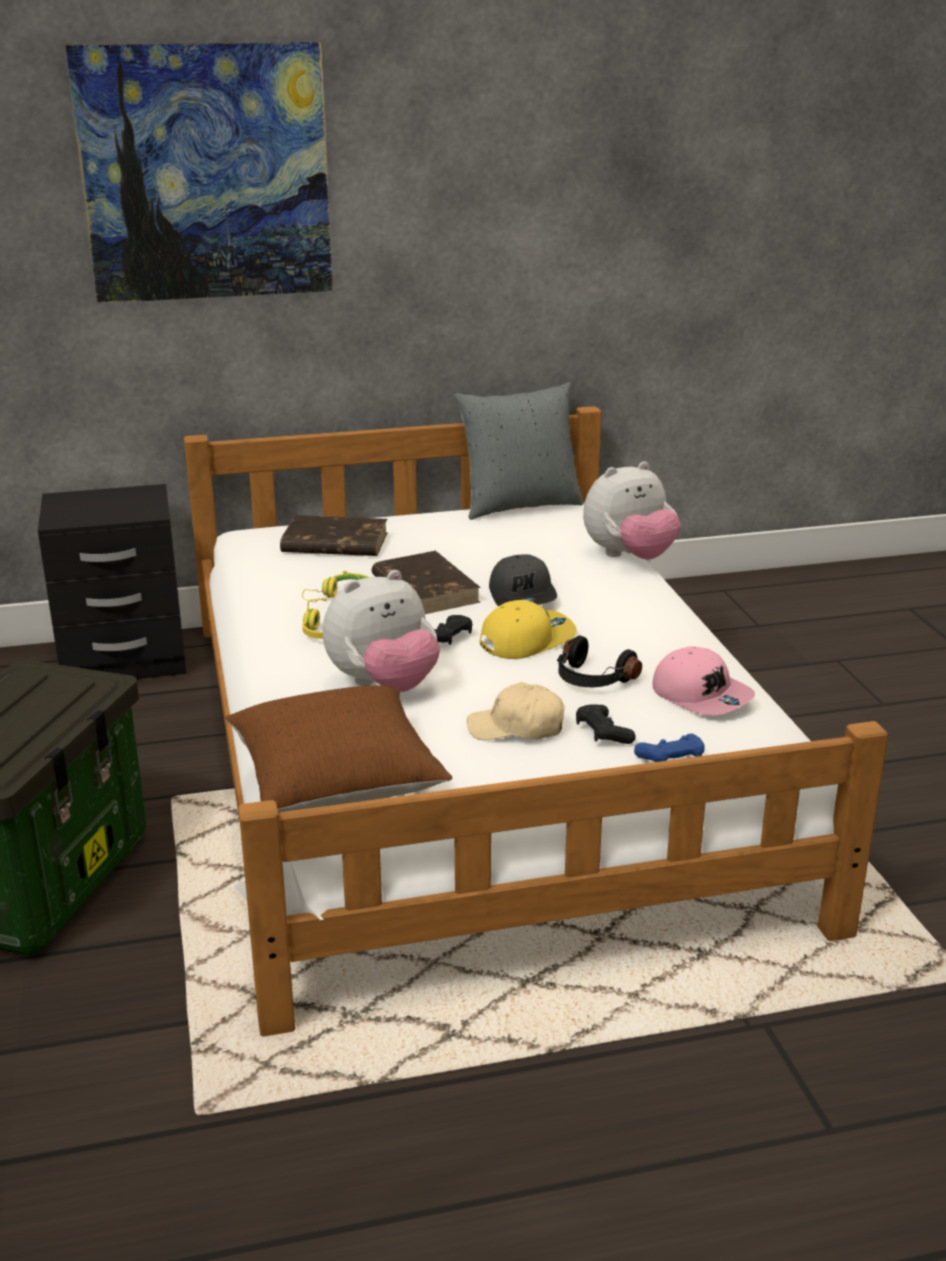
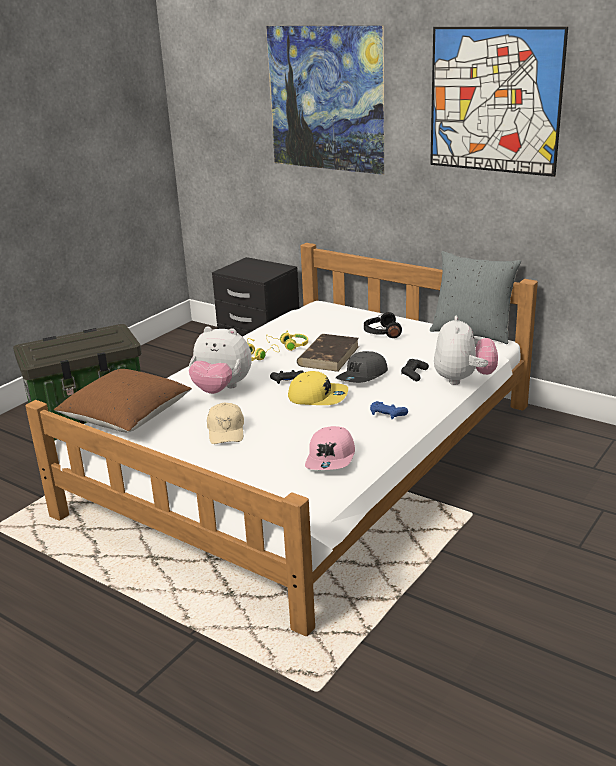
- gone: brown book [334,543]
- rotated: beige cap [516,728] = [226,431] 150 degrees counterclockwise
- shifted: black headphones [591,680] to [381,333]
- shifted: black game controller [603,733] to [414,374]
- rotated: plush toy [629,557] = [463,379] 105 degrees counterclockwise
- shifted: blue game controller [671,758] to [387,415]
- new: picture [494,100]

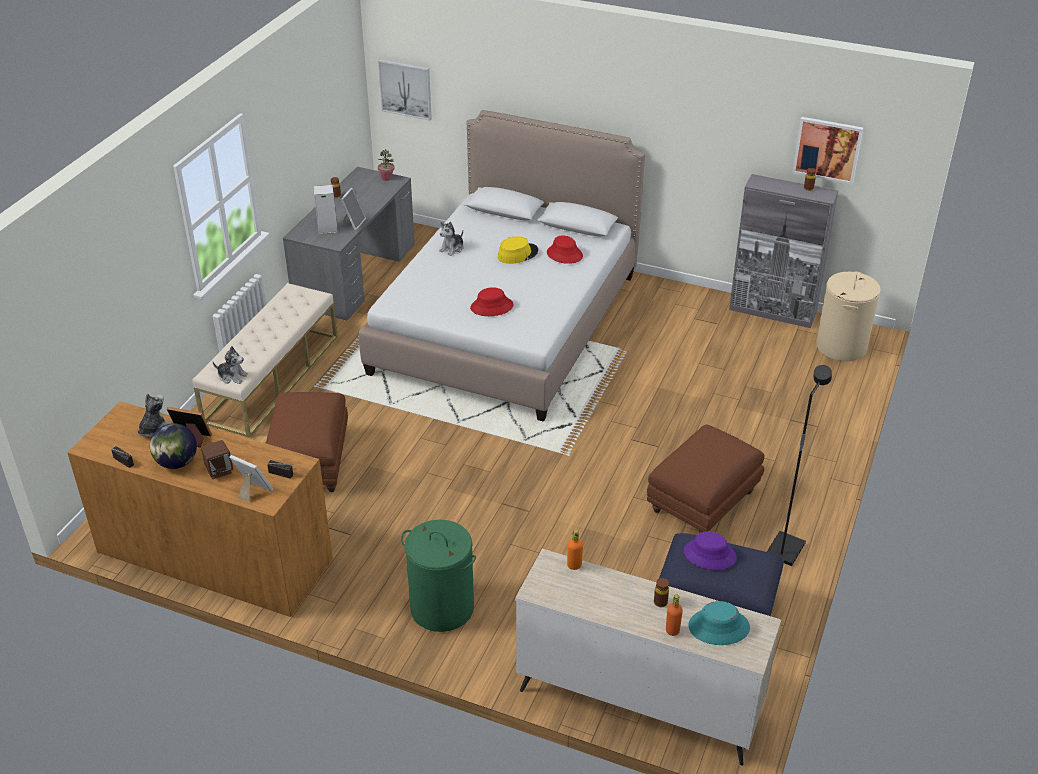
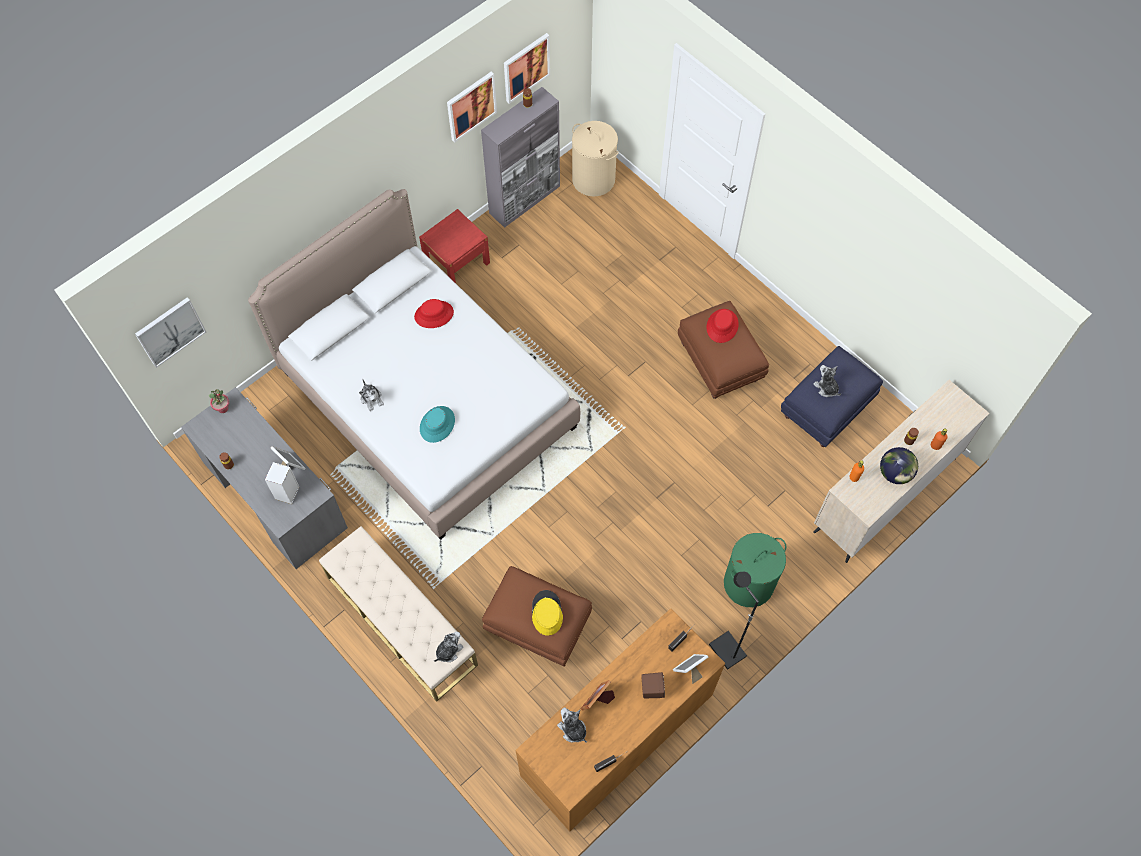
- shifted: globe [176,463] to [895,473]
- shifted: red hat [491,307] to [722,326]
- shifted: yellow hat [517,254] to [546,613]
- swapped: purple hat [709,555] to plush toy [826,388]
- shifted: turquoise hat [719,627] to [437,424]
- shifted: black floor lamp [784,549] to [726,650]
- new: red nightstand [457,263]
- new: picture [471,106]

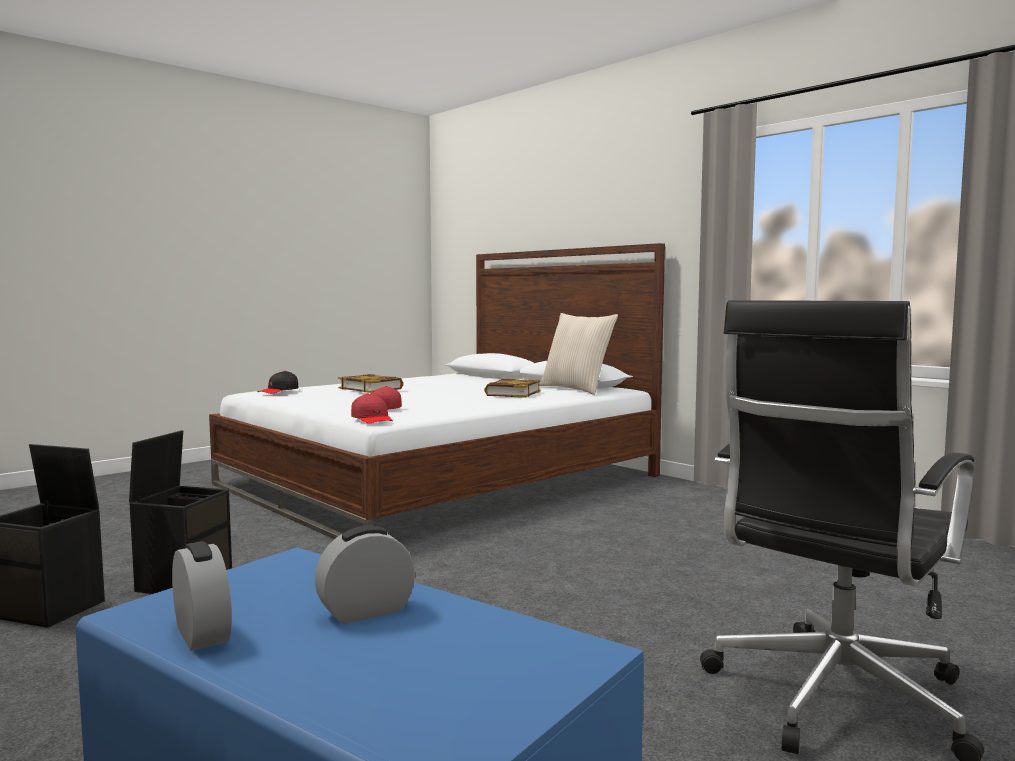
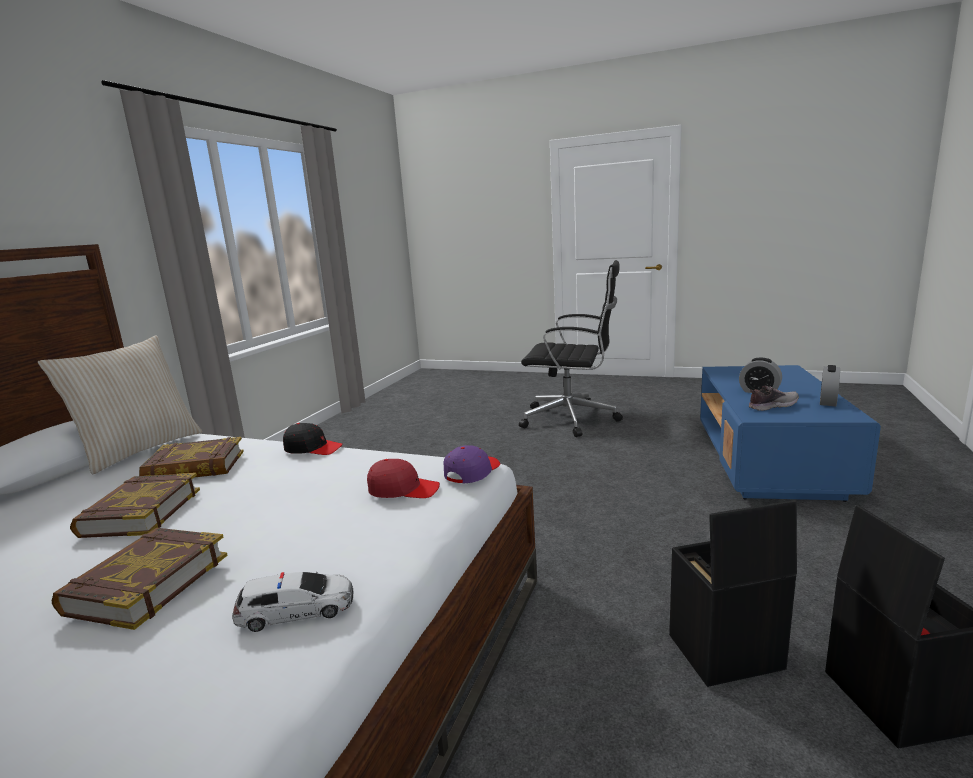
- shifted: black cap [279,391] to [313,448]
- repainted: red cap [372,419] to purple cap [472,472]
- new: book [140,512]
- new: toy car [297,610]
- new: shoe [771,406]

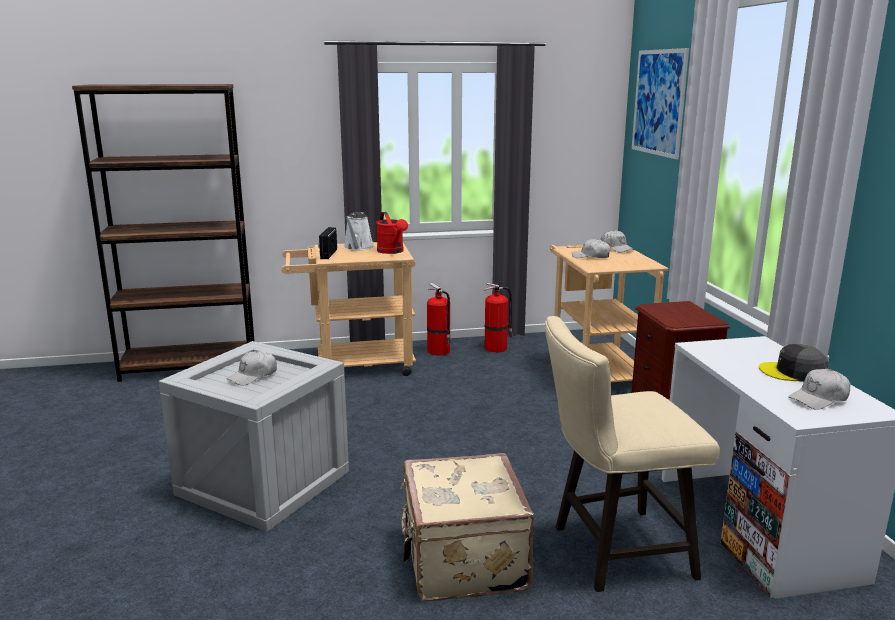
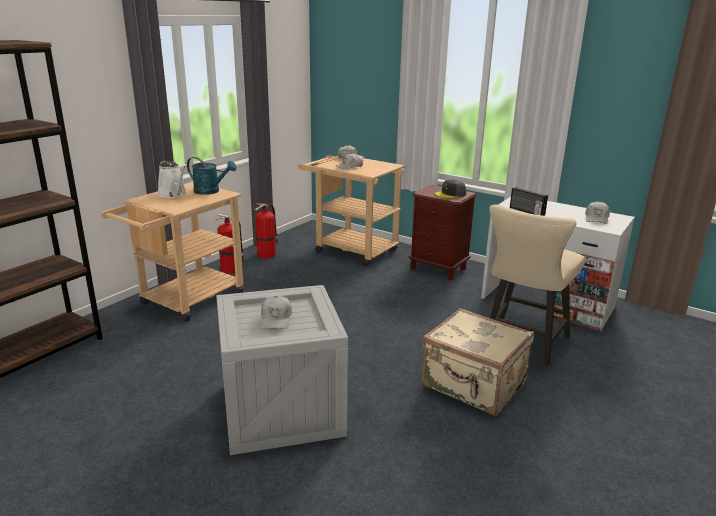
- shifted: radio [328,254] to [526,211]
- repainted: red watering can [392,251] to turquoise watering can [211,191]
- gone: picture [658,102]
- shifted: grey cap [793,372] to [450,194]

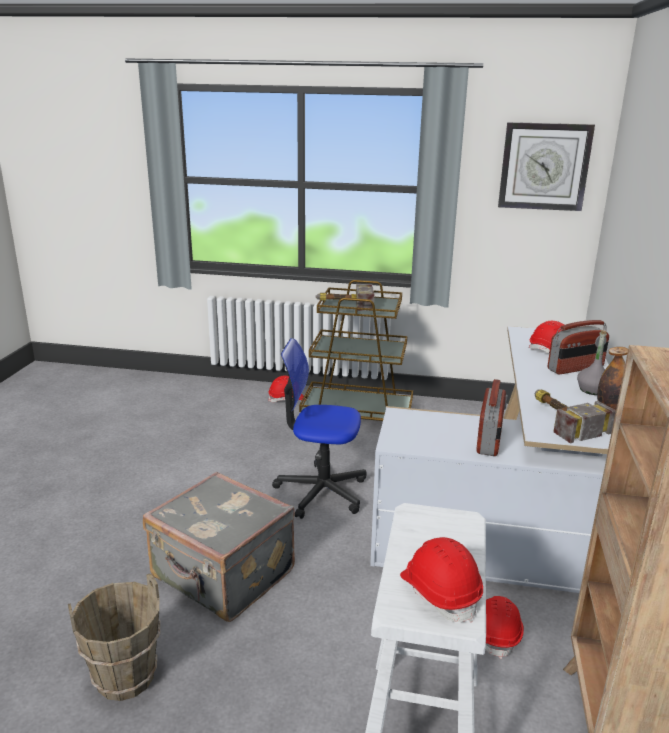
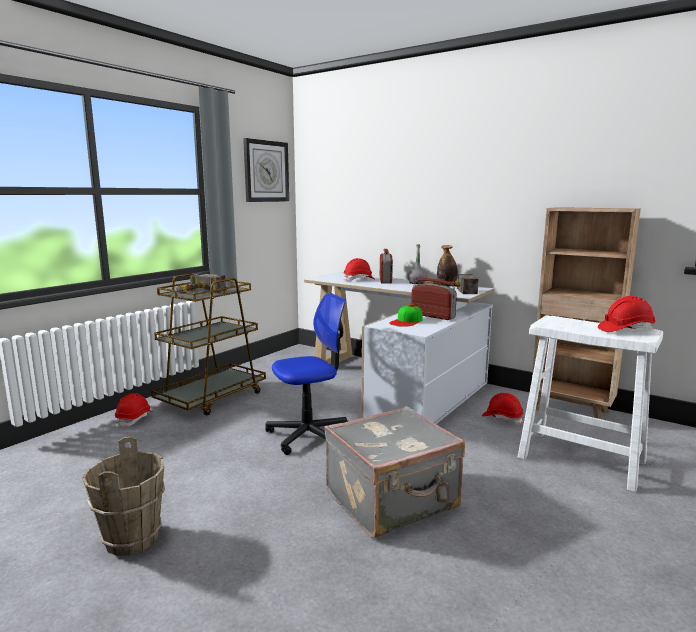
- shifted: brown bucket [126,677] to [133,538]
- rotated: office chair [321,491] = [309,435] 150 degrees counterclockwise
- new: cap [406,321]

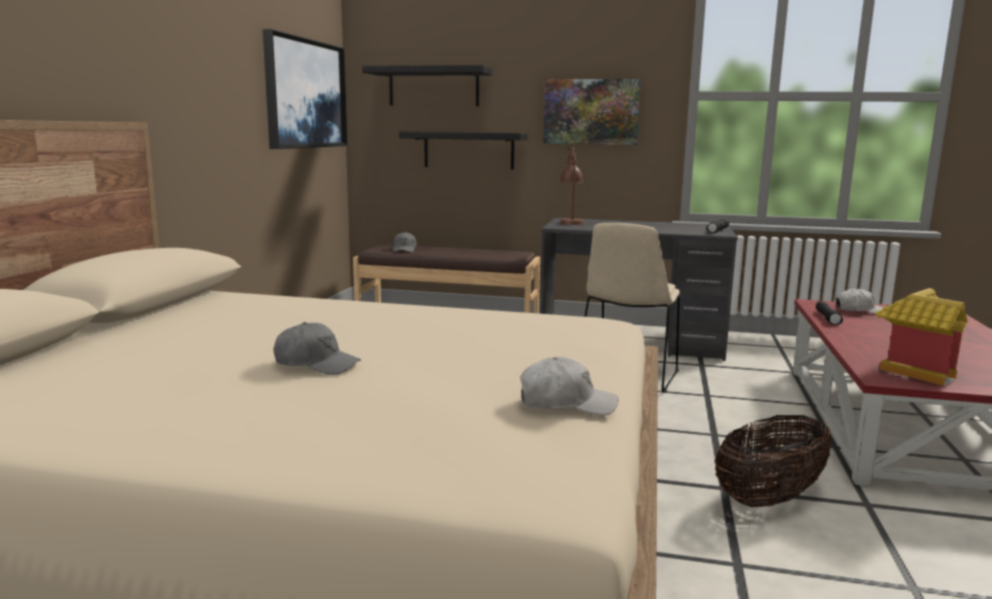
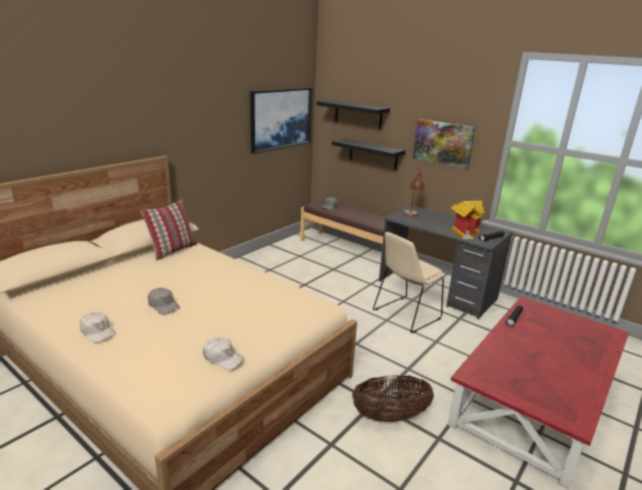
- shifted: white cap [860,311] to [98,332]
- shifted: toy house [911,370] to [464,232]
- new: pillow [172,250]

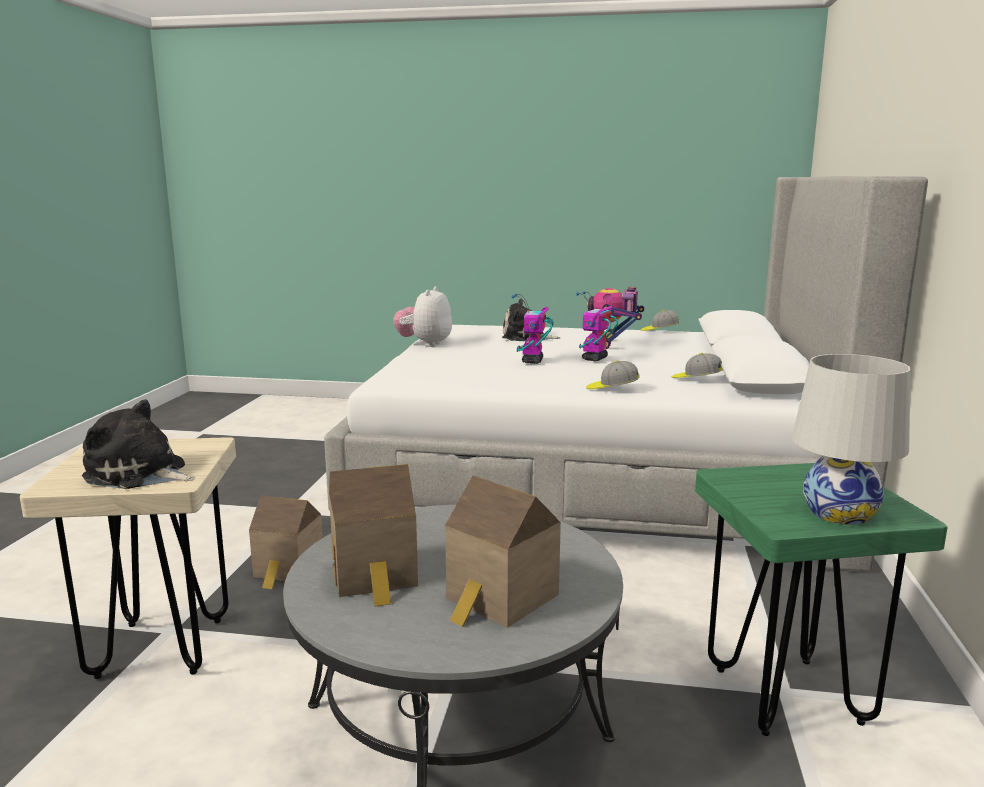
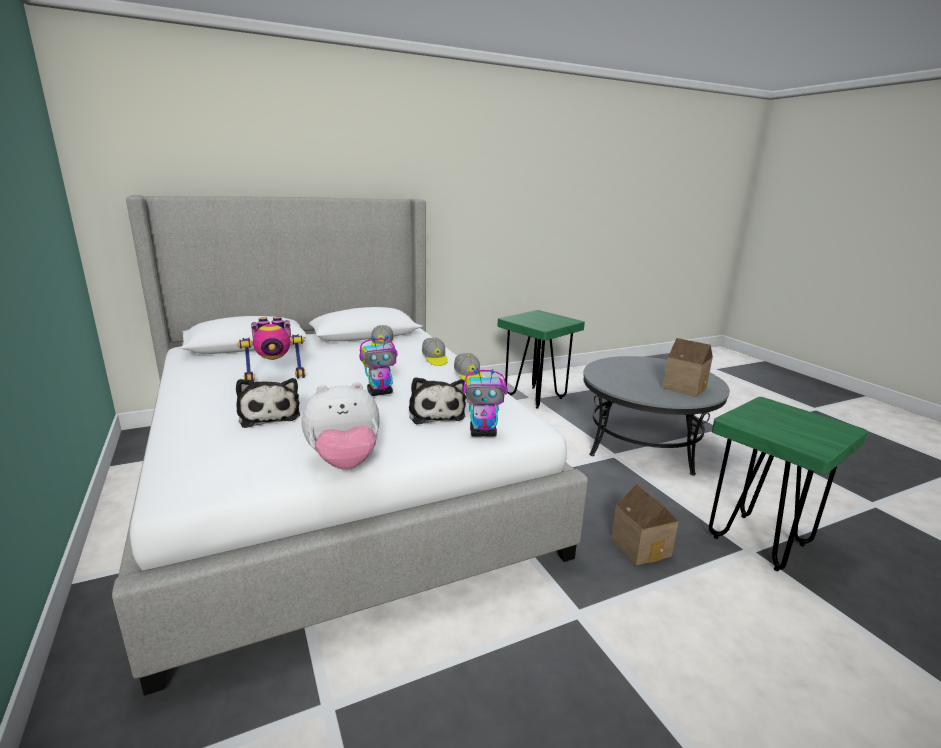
- repainted: beige stool [161,647] to green stool [758,541]
- shifted: plush toy [139,474] to [436,413]
- gone: toy house [500,599]
- shifted: toy robot [594,359] to [483,433]
- shifted: cap [659,330] to [468,377]
- gone: white table lamp [839,513]

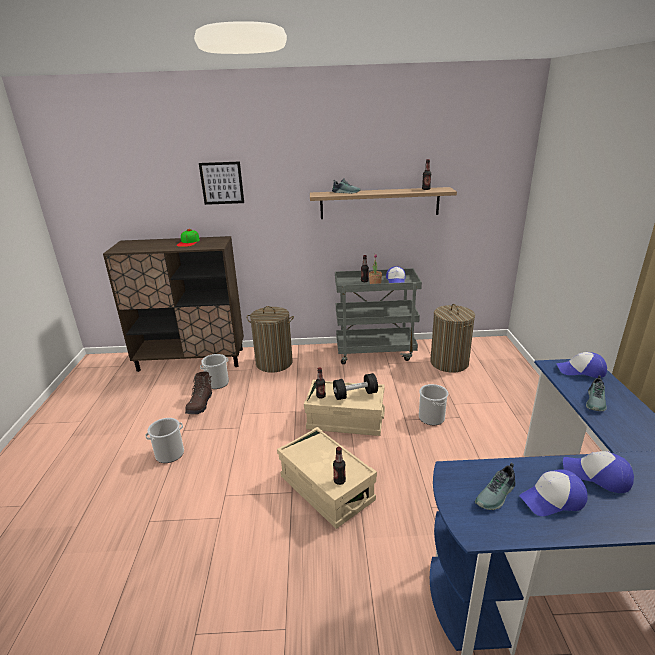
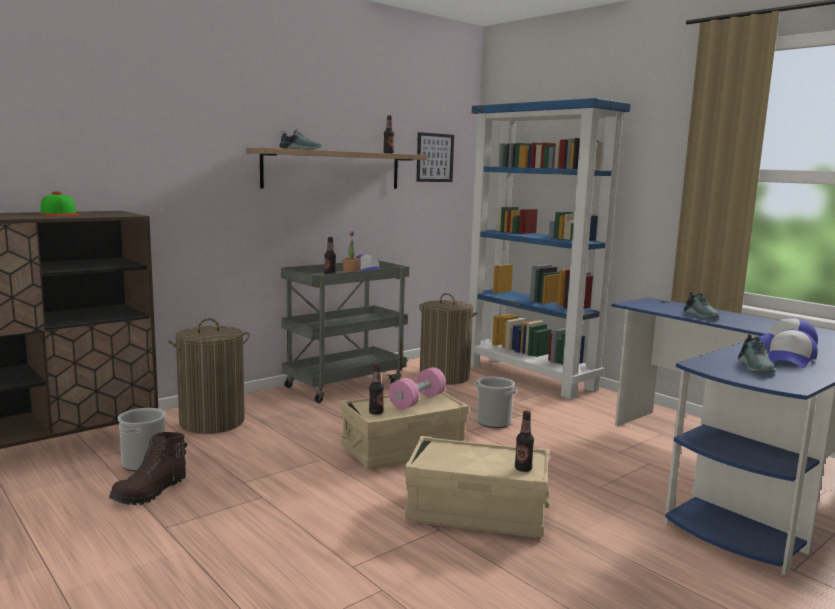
- gone: bucket [170,454]
- rotated: brown boot [200,404] = [151,492] 60 degrees clockwise
- shifted: picture [222,183] to [434,157]
- repainted: black dumbbell [355,394] to pink dumbbell [417,401]
- gone: cap [581,370]
- new: blue bookcase [530,376]

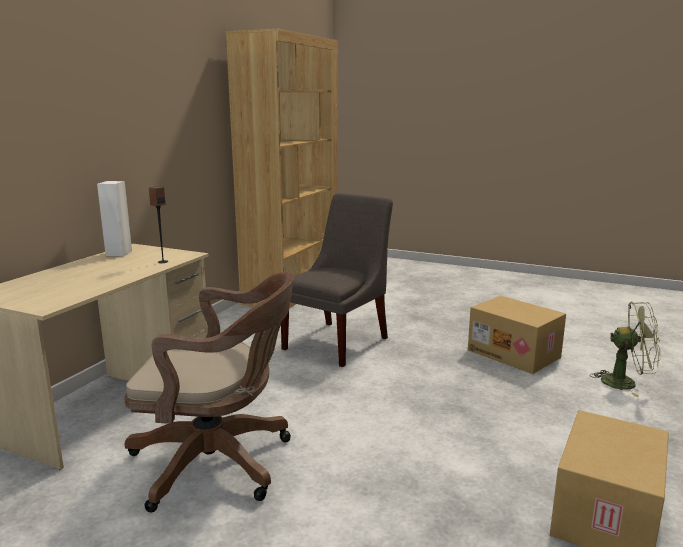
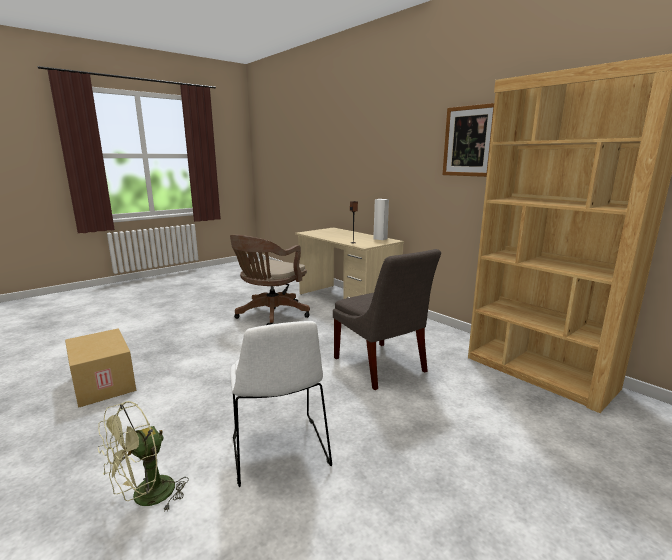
- swapped: cardboard box [515,353] to white chair [280,452]
- new: picture [469,141]

